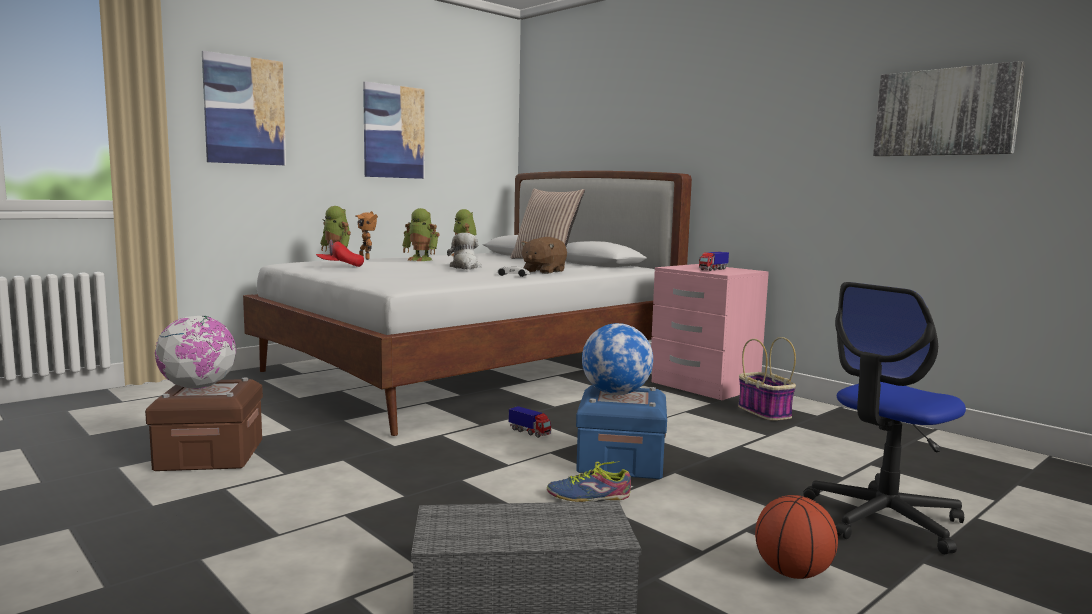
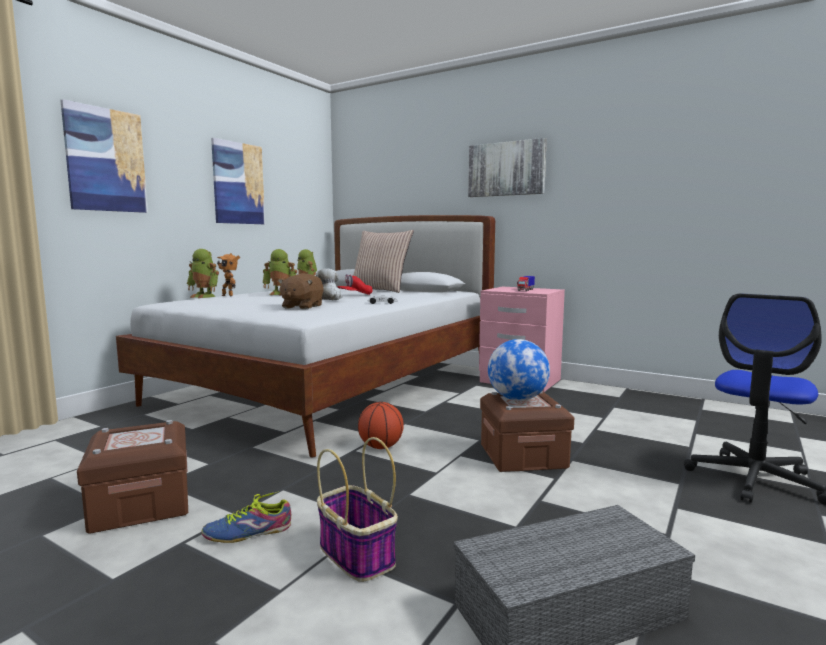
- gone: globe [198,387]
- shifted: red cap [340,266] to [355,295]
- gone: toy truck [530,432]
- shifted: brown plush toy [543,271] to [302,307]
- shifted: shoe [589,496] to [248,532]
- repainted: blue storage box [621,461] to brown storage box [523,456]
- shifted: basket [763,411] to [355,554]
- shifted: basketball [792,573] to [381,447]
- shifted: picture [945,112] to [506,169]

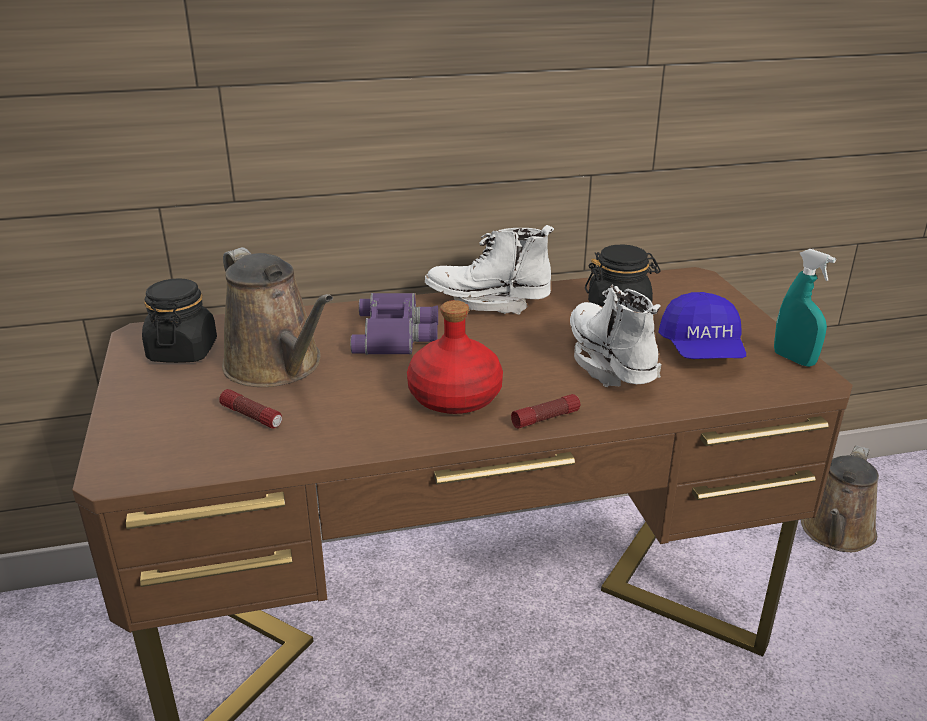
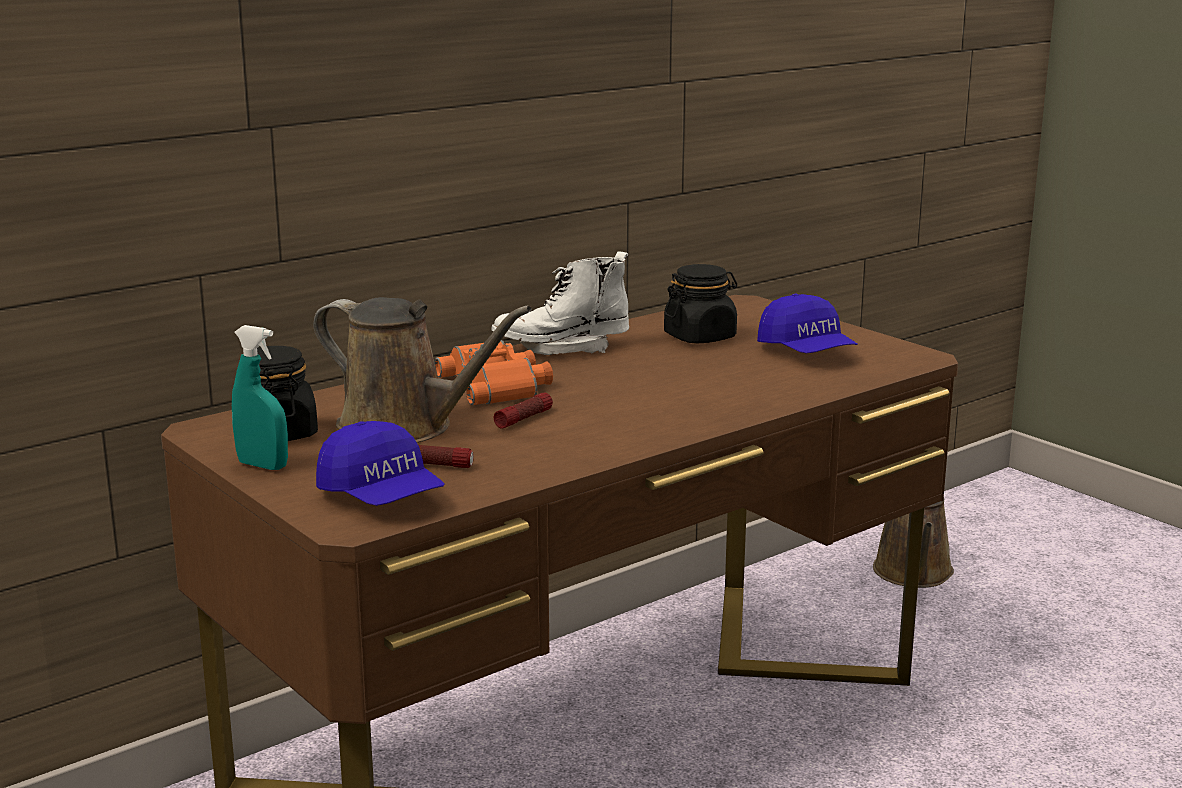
- repainted: purple binoculars [397,334] to orange binoculars [498,385]
- gone: red bottle [456,397]
- shifted: flashlight [546,418] to [524,419]
- gone: white boot [610,364]
- shifted: turquoise spray bottle [794,359] to [263,465]
- new: blue cap [382,497]

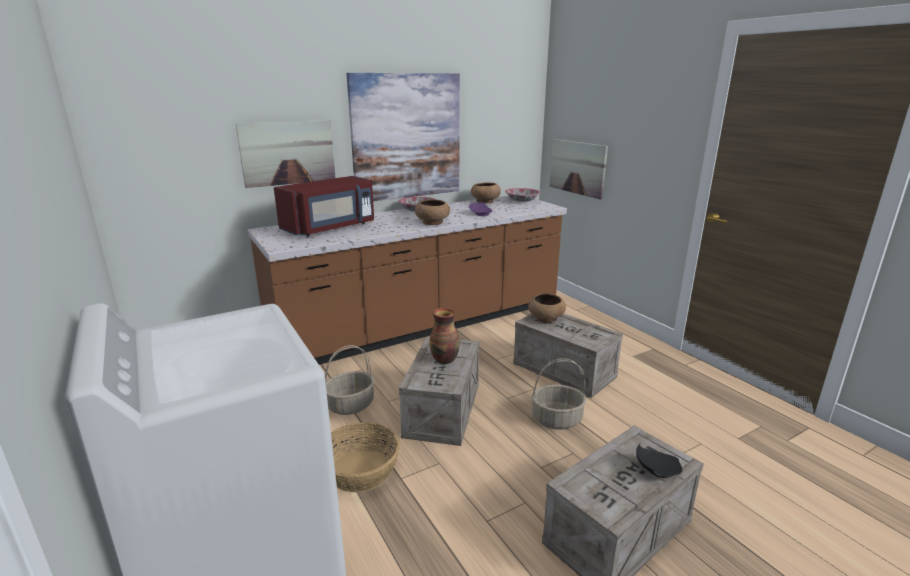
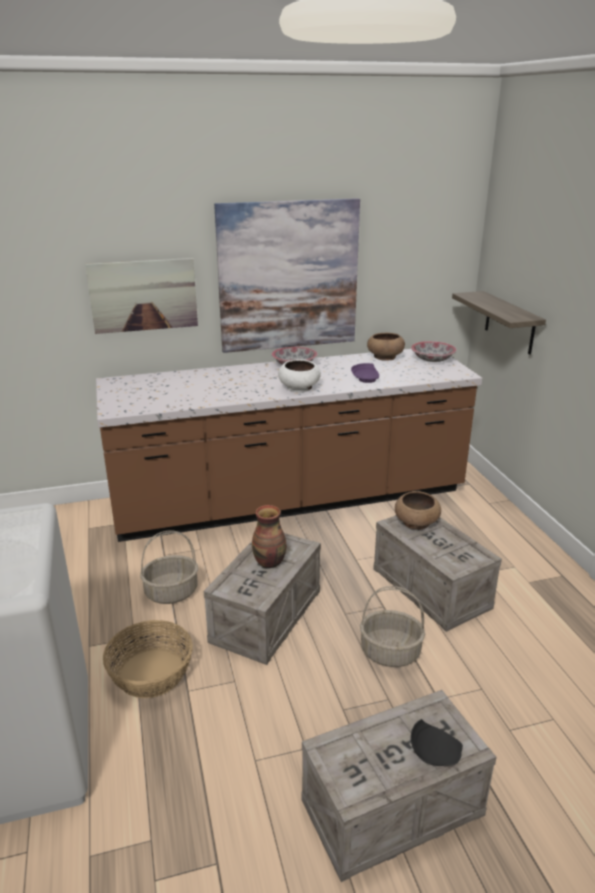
- gone: red microwave [330,228]
- repainted: brown bowl [433,222] to white bowl [299,388]
- swapped: picture [577,167] to shelf [510,323]

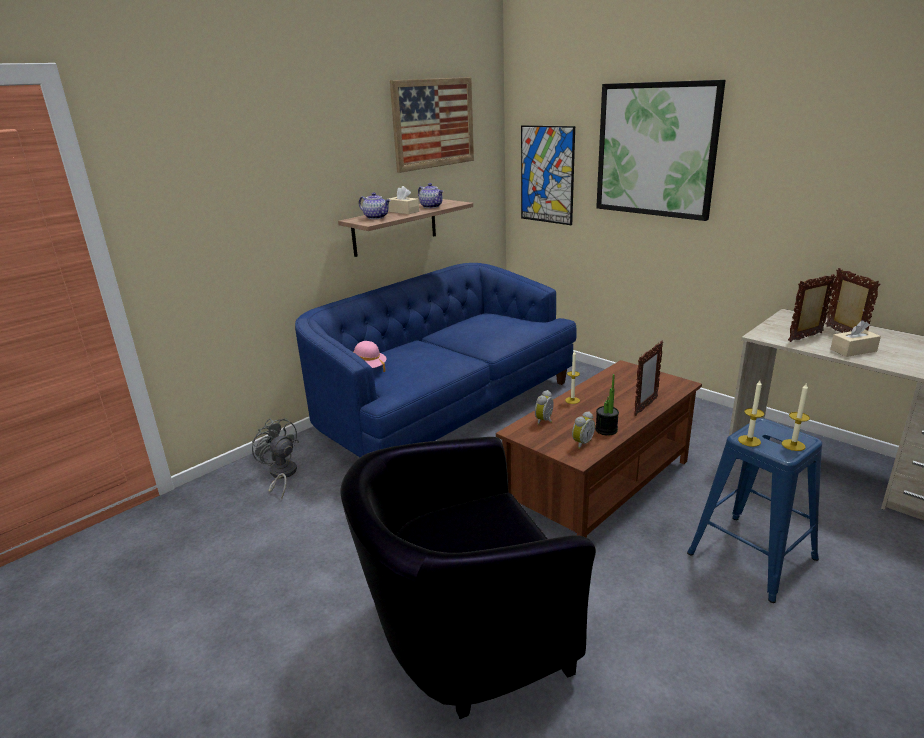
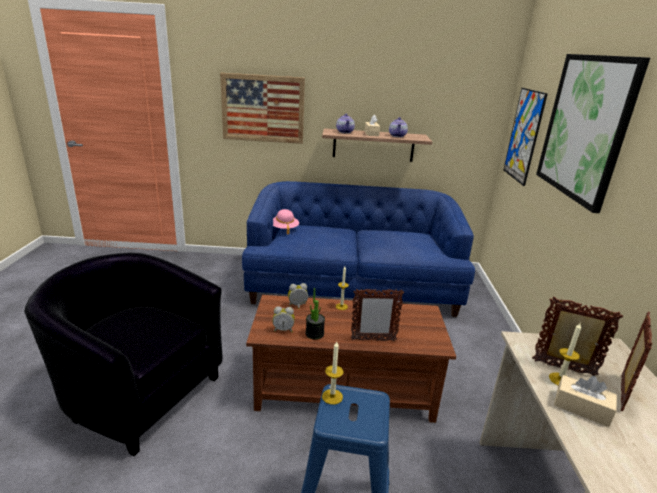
- gone: grey fan [281,475]
- shifted: picture [433,123] to [263,108]
- shifted: candle [793,445] to [560,380]

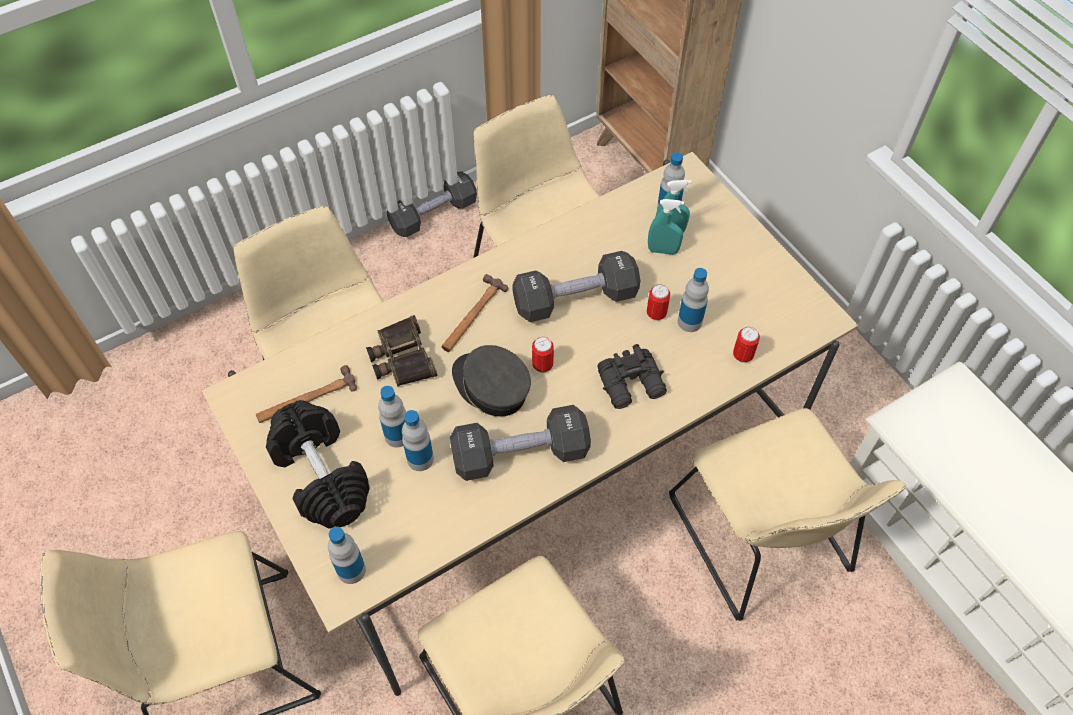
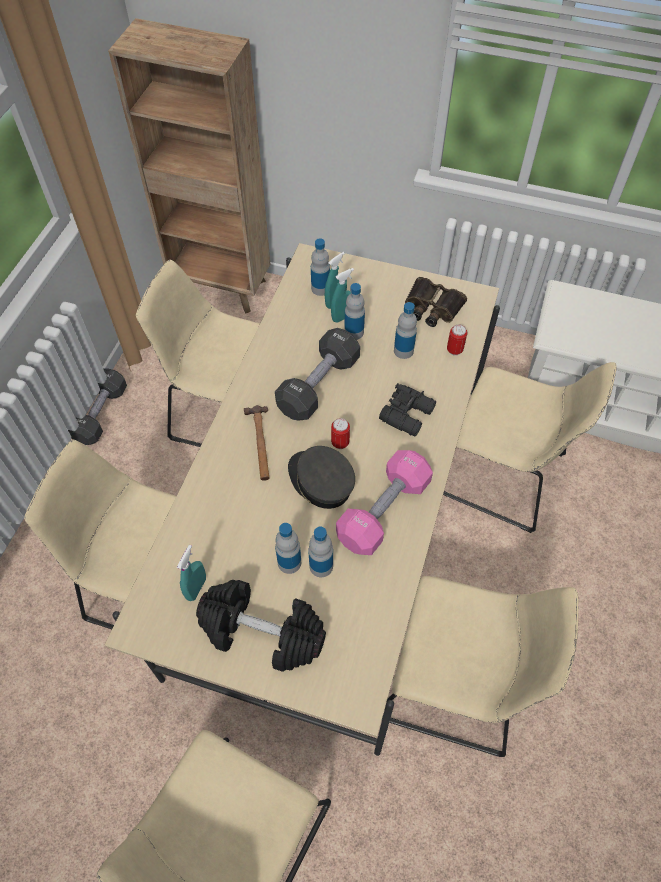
- swapped: hammer [306,399] to turquoise spray bottle [196,588]
- shifted: bottle [351,570] to [354,332]
- shifted: binoculars [401,358] to [431,308]
- repainted: black dumbbell [520,454] to pink dumbbell [383,511]
- rotated: grey cap [491,387] = [320,482] 45 degrees clockwise
- gone: can [656,314]

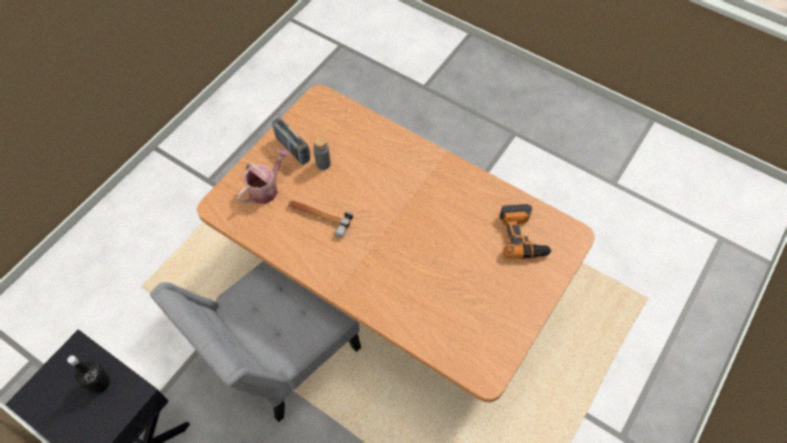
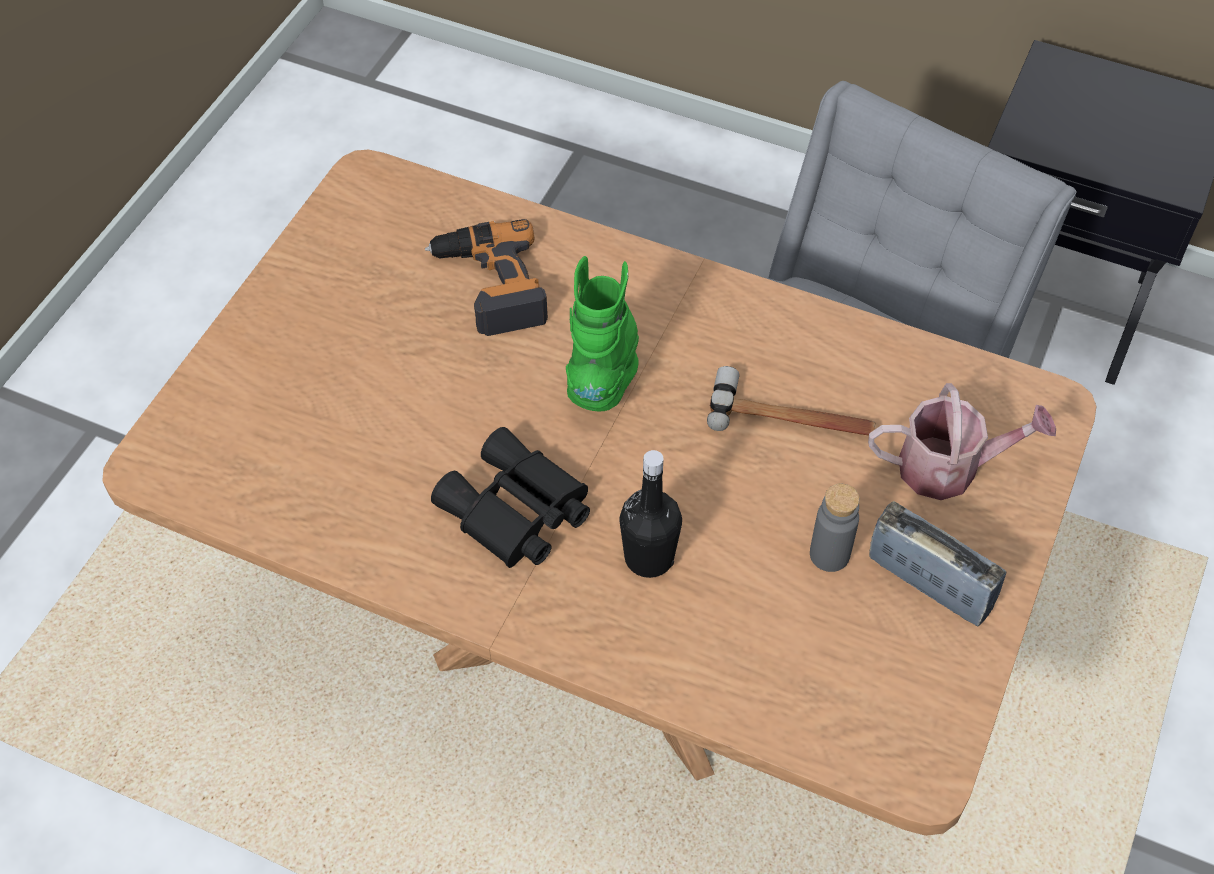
- shifted: black bottle [100,383] to [649,557]
- rotated: watering can [266,188] = [949,468] 120 degrees counterclockwise
- shifted: power drill [523,236] to [489,286]
- new: black binoculars [515,513]
- new: green boot [605,370]

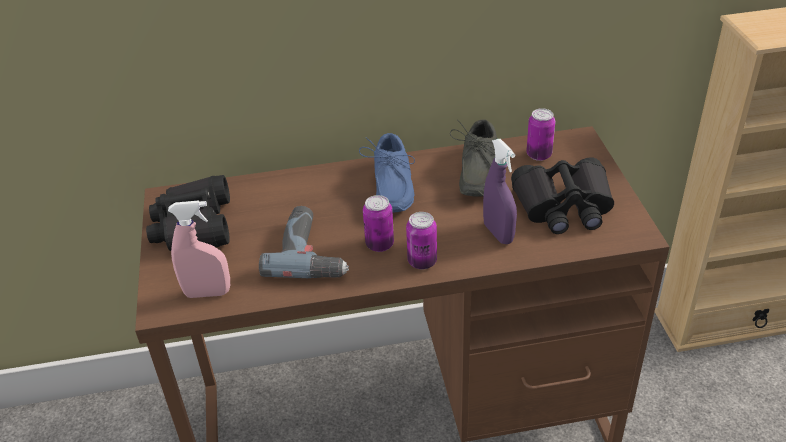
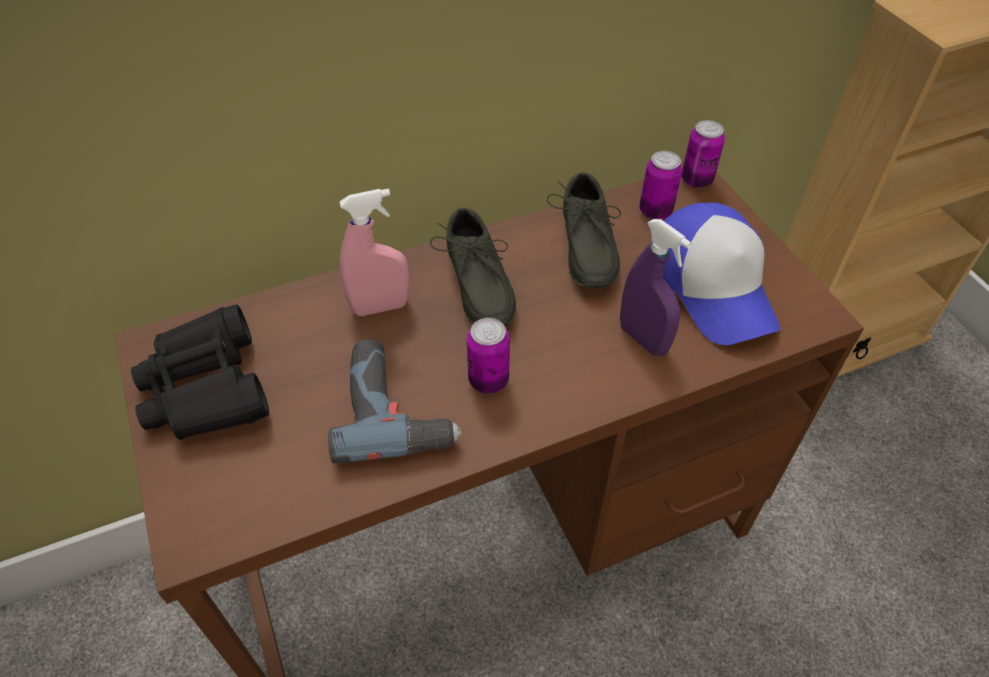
- shifted: pink spray bottle [207,293] to [380,307]
- repainted: blue shoe [389,188] to grey shoe [474,287]
- shifted: can [422,262] to [696,180]
- swapped: black binoculars [563,206] to cap [713,285]

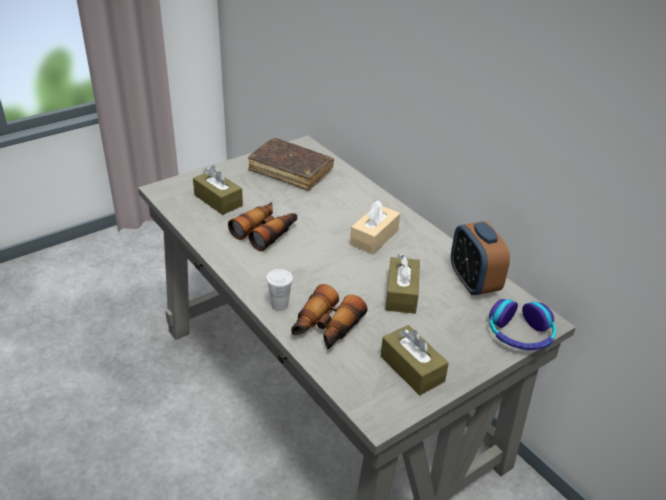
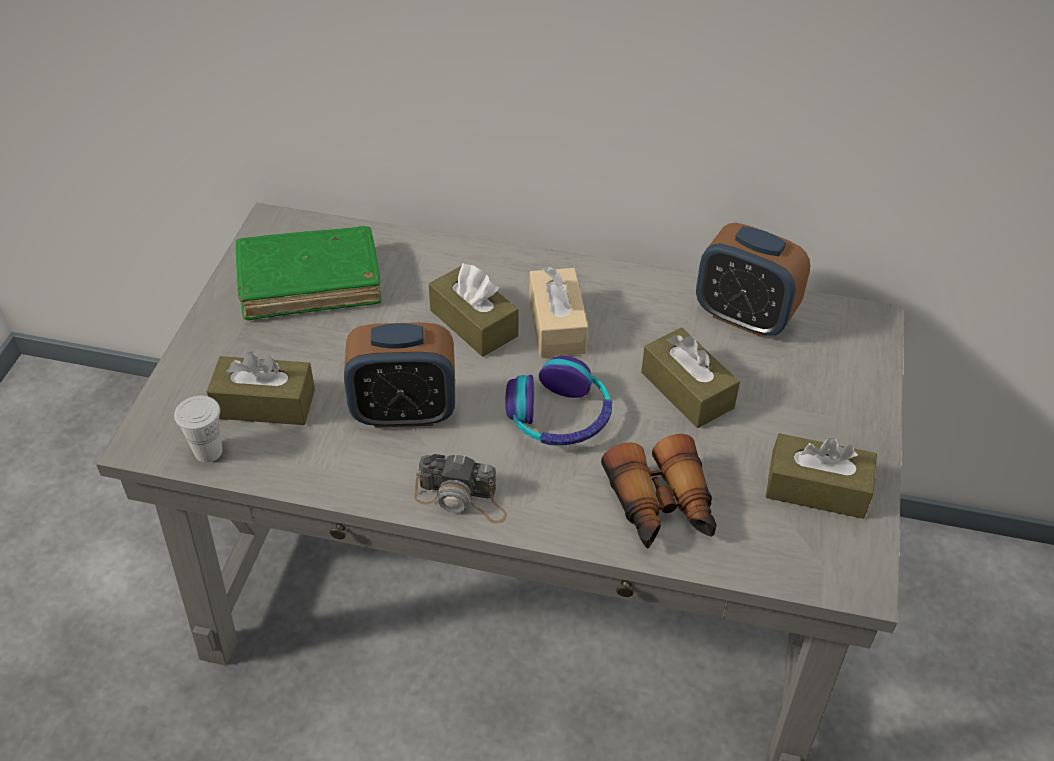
- swapped: binoculars [266,232] to alarm clock [404,412]
- repainted: brown book [290,171] to green book [310,283]
- shifted: white cup [279,305] to [208,451]
- shifted: headphones [520,334] to [559,416]
- new: photo camera [462,498]
- new: brown tissue box [473,323]

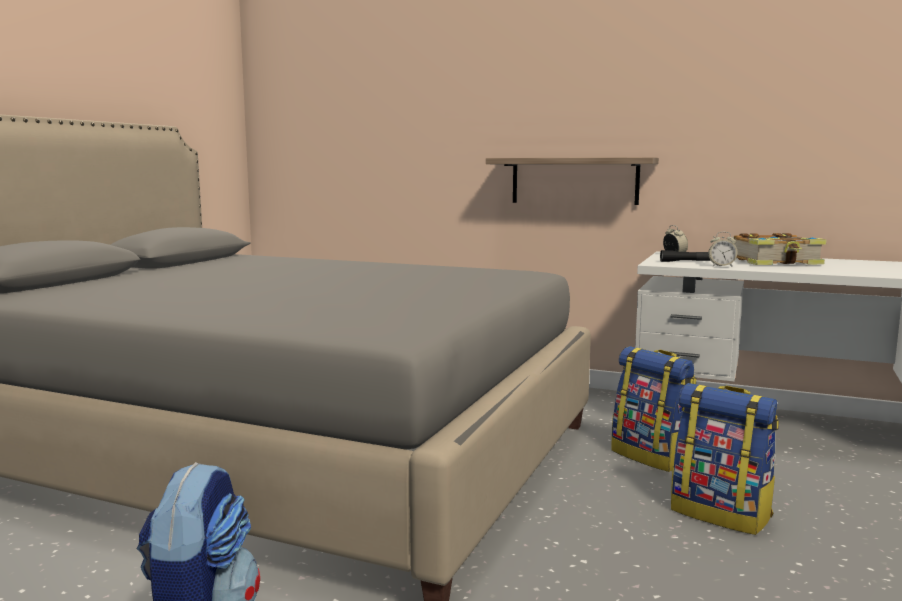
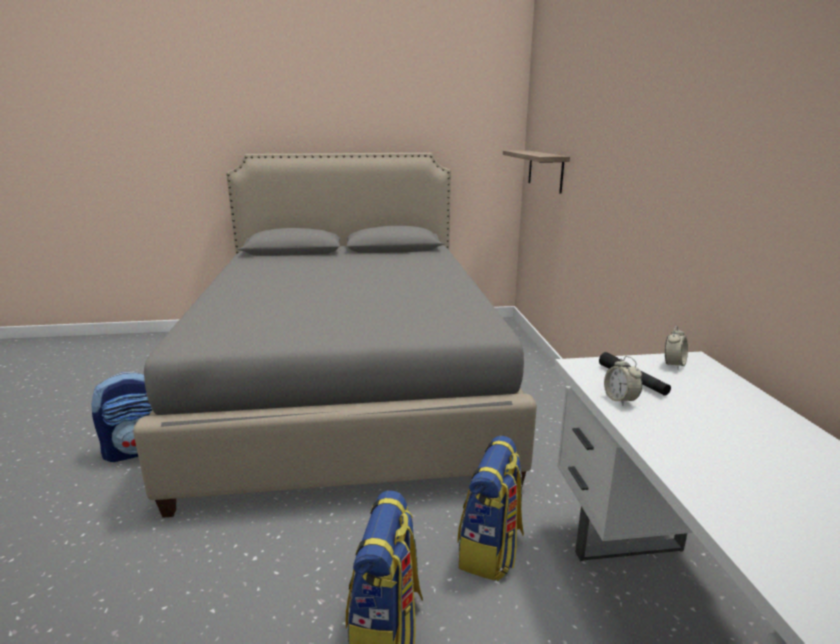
- shifted: shelf [574,181] to [545,170]
- gone: book [777,262]

